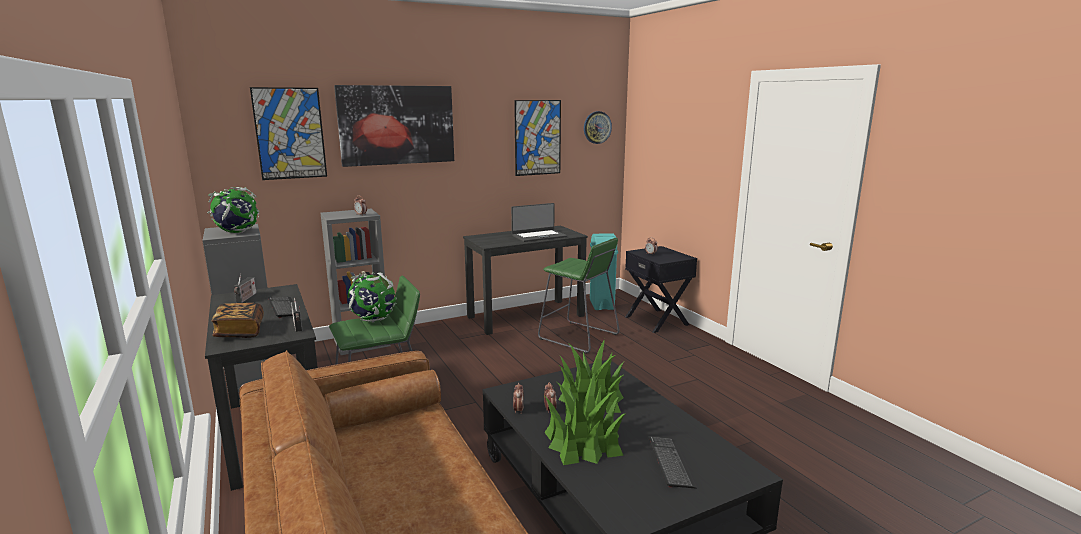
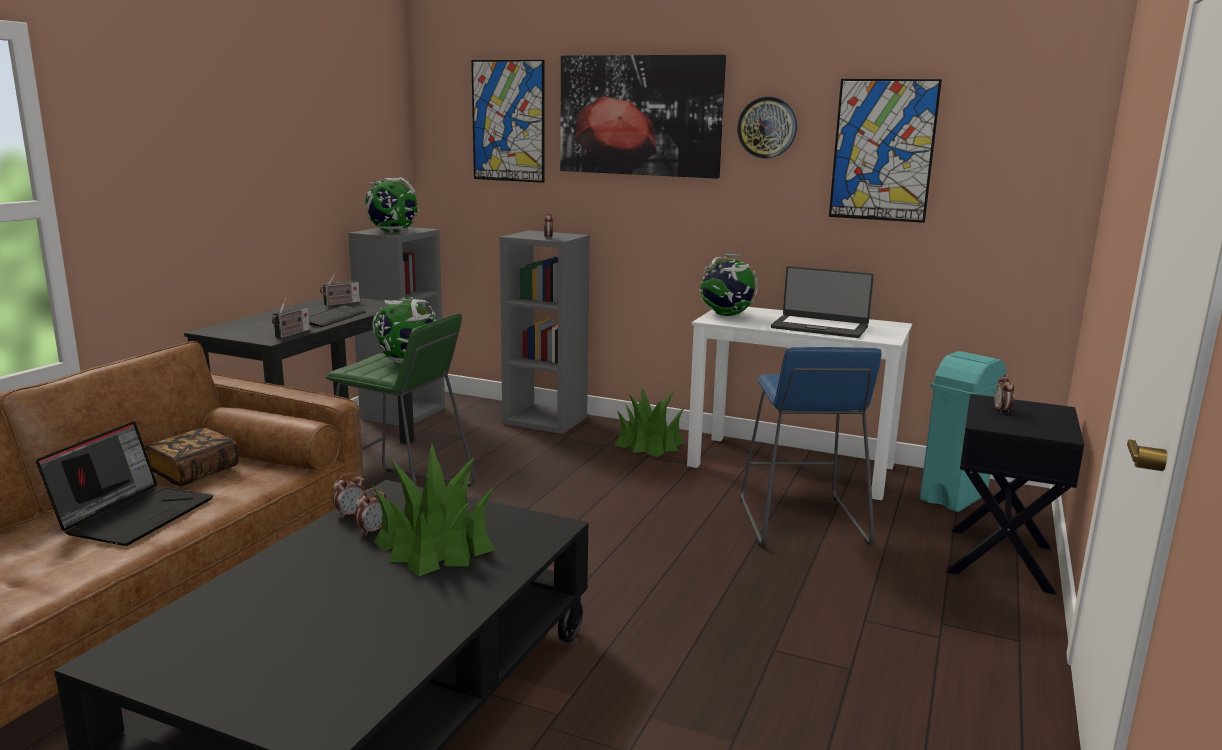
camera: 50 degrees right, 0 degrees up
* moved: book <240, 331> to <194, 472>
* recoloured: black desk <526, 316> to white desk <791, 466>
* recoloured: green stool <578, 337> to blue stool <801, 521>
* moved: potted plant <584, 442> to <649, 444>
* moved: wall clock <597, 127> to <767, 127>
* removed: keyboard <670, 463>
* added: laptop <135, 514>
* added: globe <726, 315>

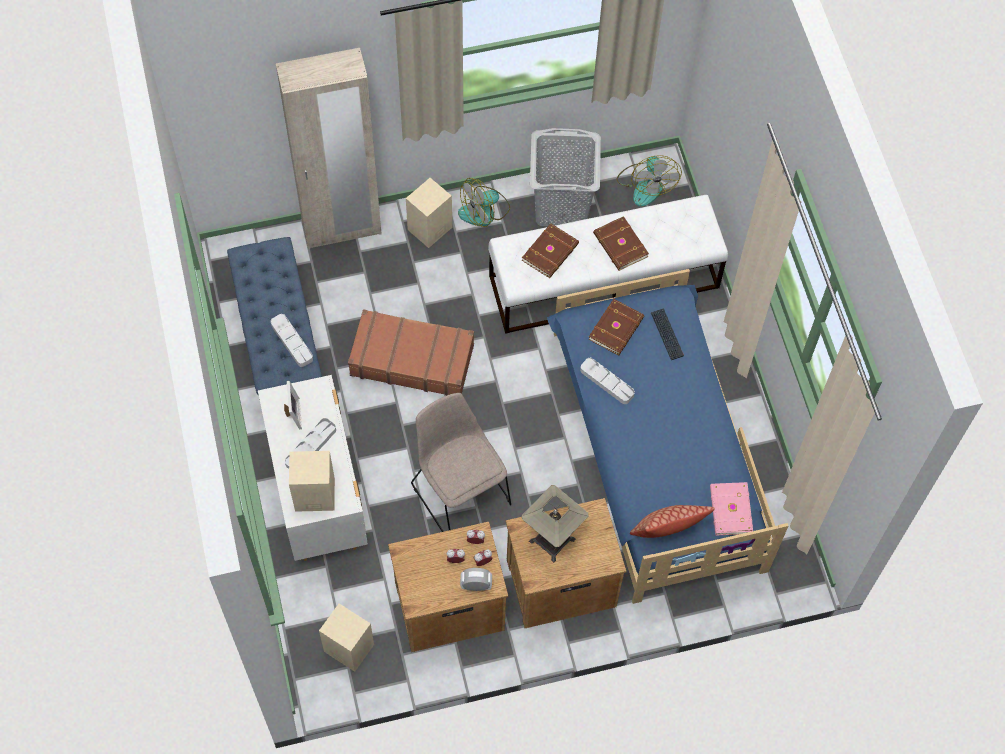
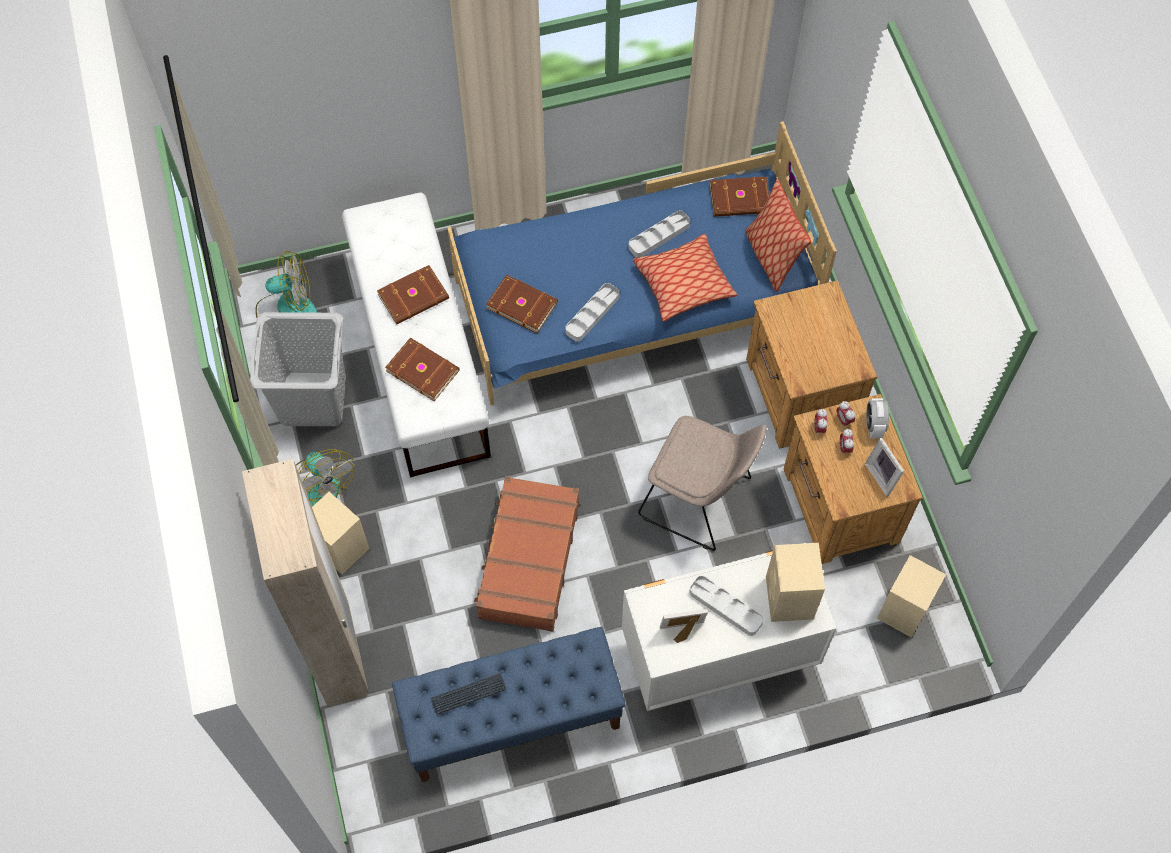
camera: 90 degrees left, 0 degrees up
* moved: grey tray <292, 342> to <659, 236>
* turned: beige chair <459, 490> = <698, 500> 120 degrees counterclockwise
* removed: table lamp <552, 540>
* moved: keyboard <667, 334> to <469, 694>
* recoloured: pink book <729, 510> to brown book <740, 200>
* added: pillow <683, 284>
* added: picture frame <883, 476>

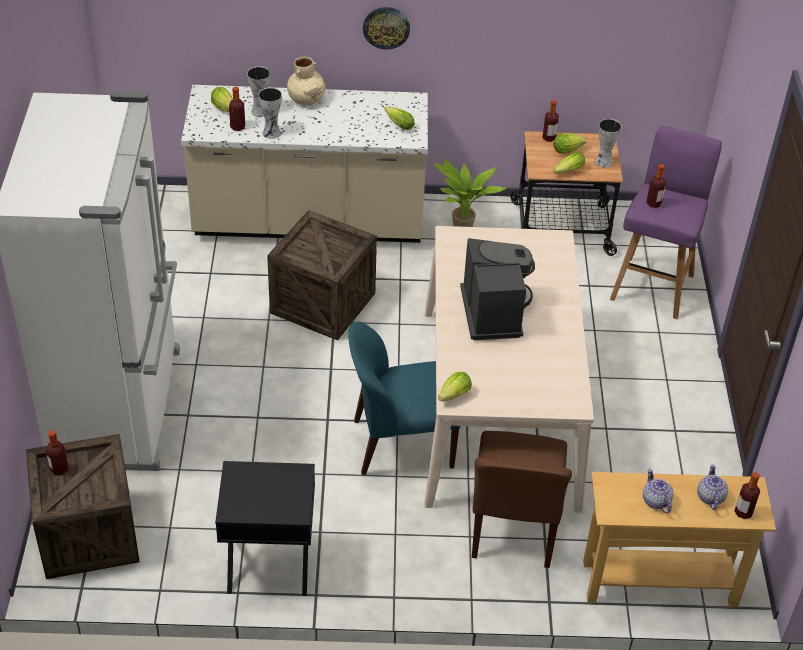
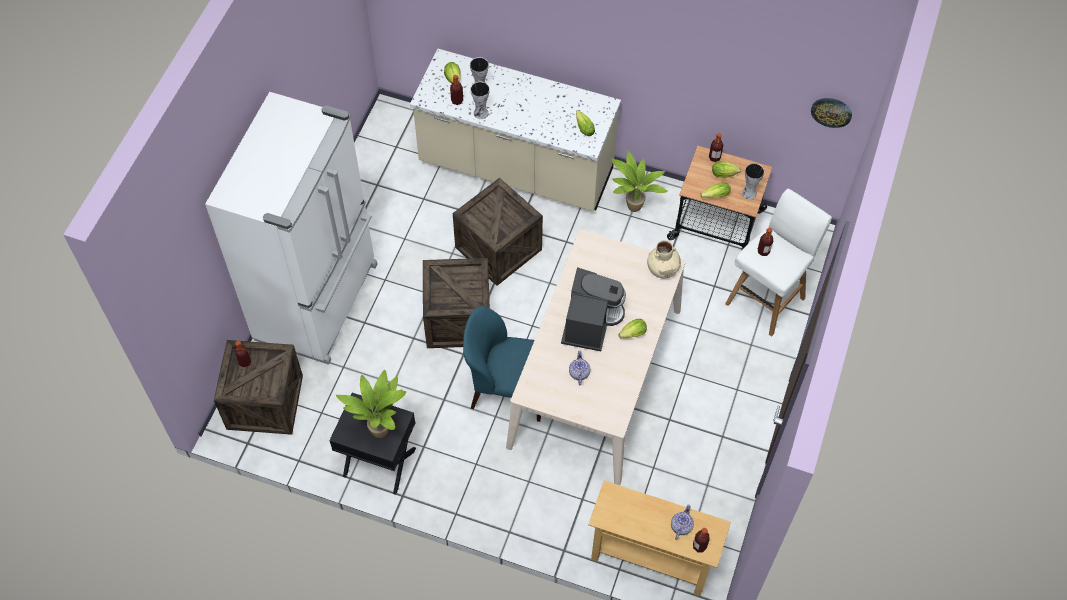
camera: 20 degrees right, 15 degrees up
* moved: beige vase <306, 100> to <663, 269>
* moved: wall clock <386, 27> to <831, 111>
* moved: lettuce <452, 396> to <631, 334>
* removed: brown chair <513, 526>
* recoloured: purple stool <653, 286> to white stool <766, 299>
* moved: teapot <655, 501> to <579, 373>
* added: potted plant <381, 429>
* added: crate <458, 319>

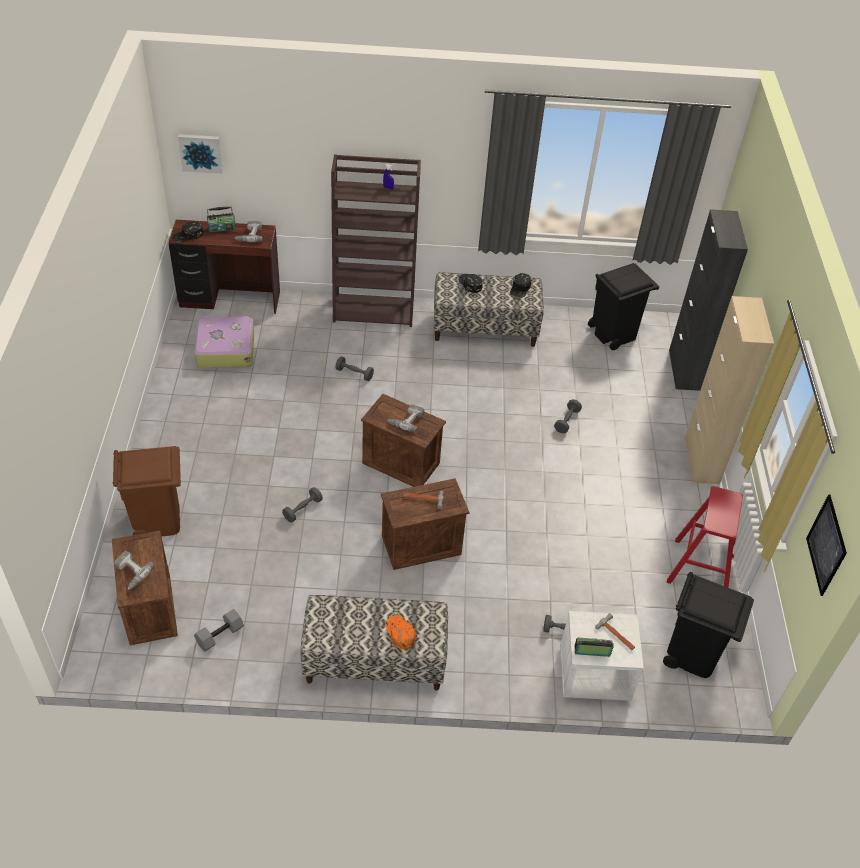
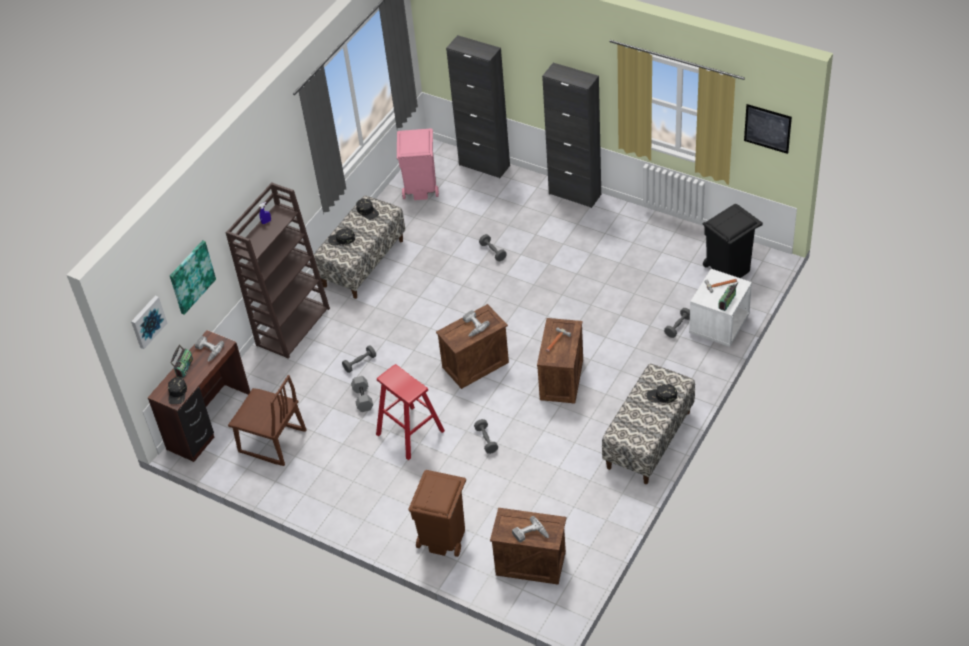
camera: 55 degrees left, 0 degrees up
* replaced: suitcase <225, 349> to brown chair <272, 442>
* moved: grey dumbbell <220, 634> to <362, 398>
* recoloured: orange cap <400, 633> to black cap <661, 396>
* recoloured: black trash can <613, 333> to pink trash can <420, 188>
* moved: red stool <700, 568> to <410, 433>
* recoloured: beige cabinet <701, 460> to black cabinet <575, 194>
* added: picture <191, 276>

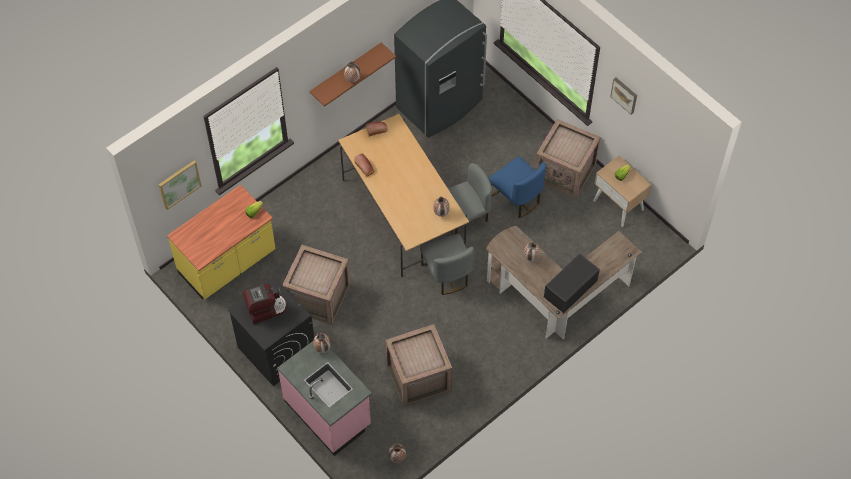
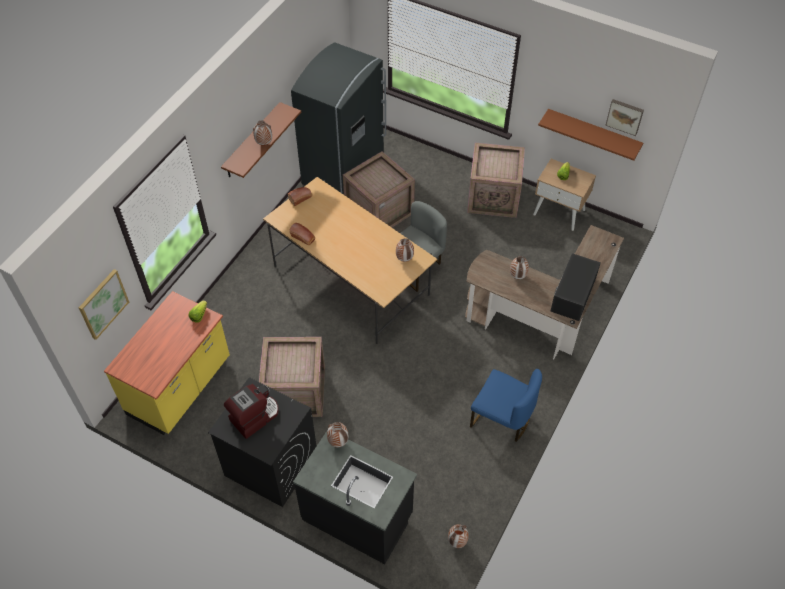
camera: 20 degrees left, 5 degrees down
* recoloured: pink counter <328, 413> to black counter <358, 516>
* moved: crate <418, 377> to <379, 212>
* removed: grey chair <447, 274>
* moved: blue chair <516, 198> to <502, 419>
* moved: picture <624, 95> to <625, 116>
* added: brown shelf <593, 133>

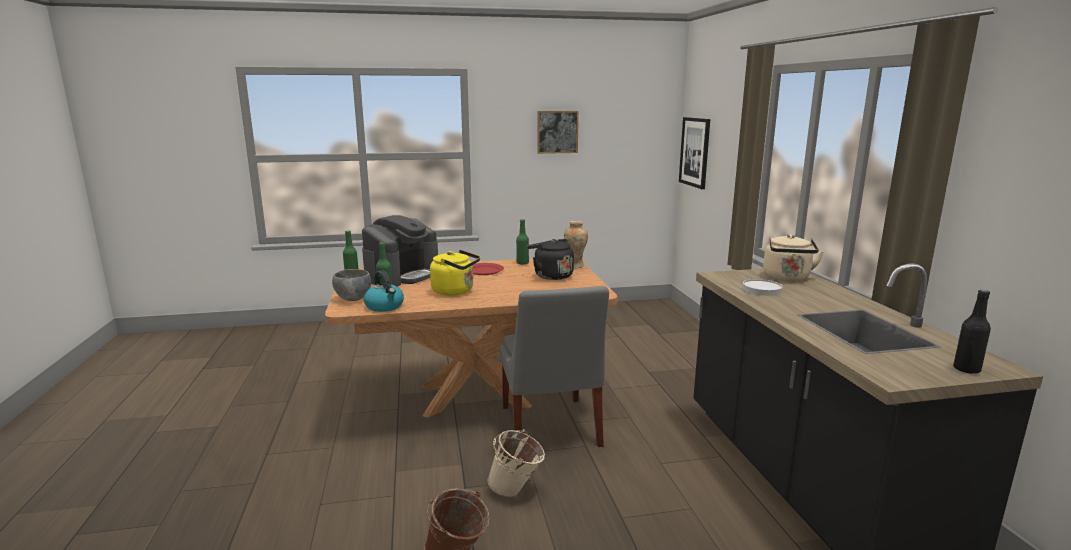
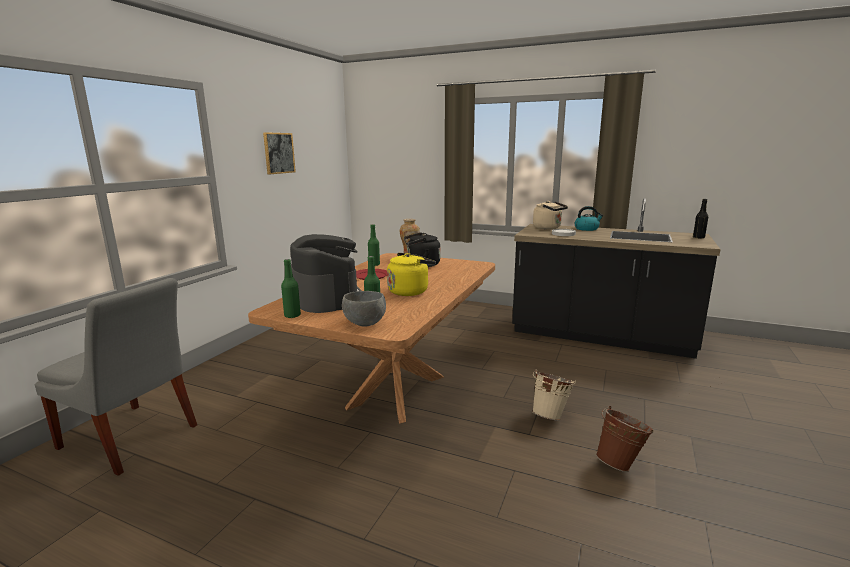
camera: 55 degrees left, 0 degrees up
* moved: kettle <385, 306> to <587, 229>
* moved: grey chair <549, 428> to <131, 438>
* removed: picture <695, 152>

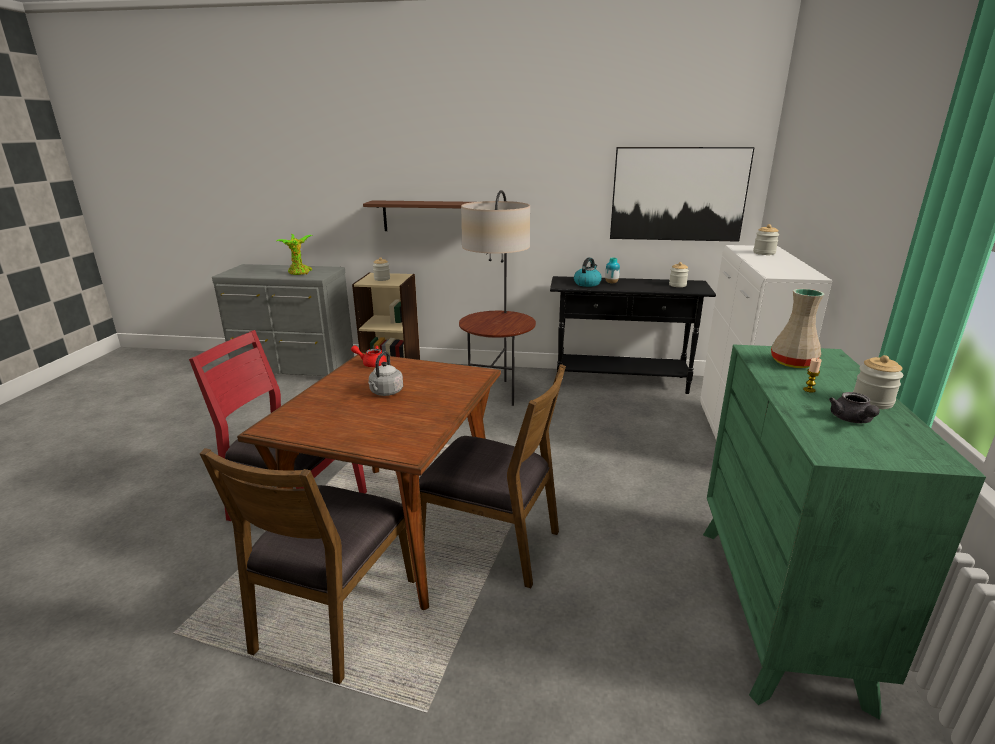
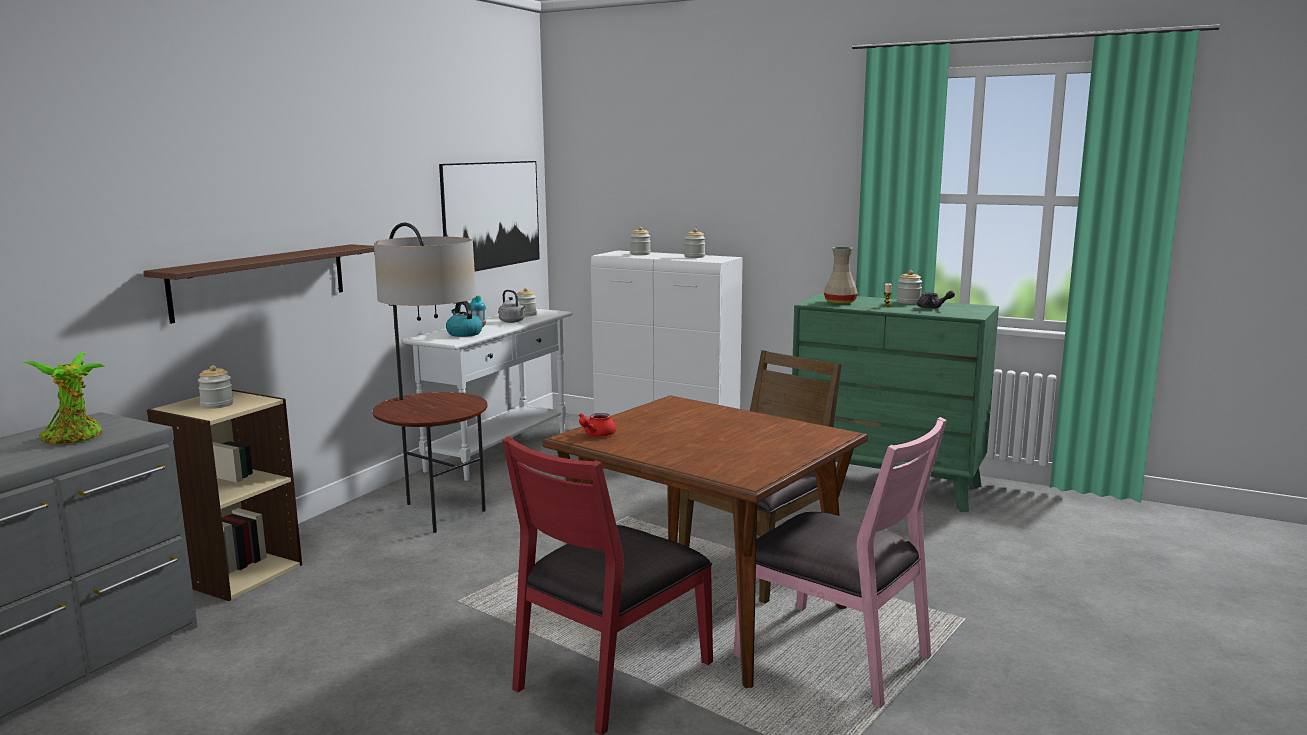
camera: 70 degrees left, 10 degrees down
* recoloured: brown chair <334, 614> to pink chair <835, 655>
* moved: grey kettle <385, 392> to <513, 321>
* recoloured: black console table <621, 382> to white console table <499, 451>
* added: jar <694, 257>

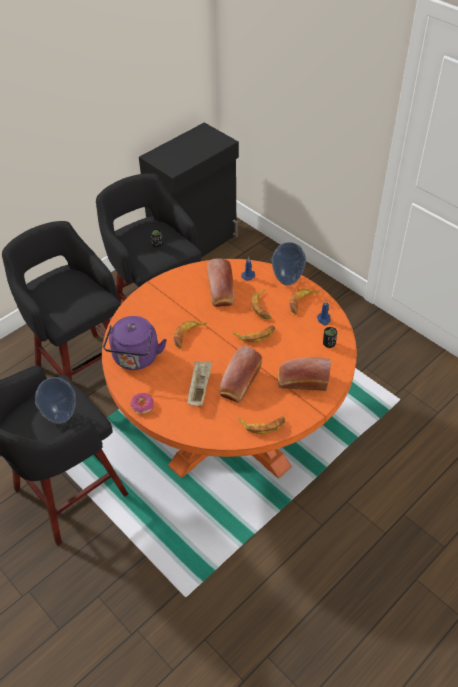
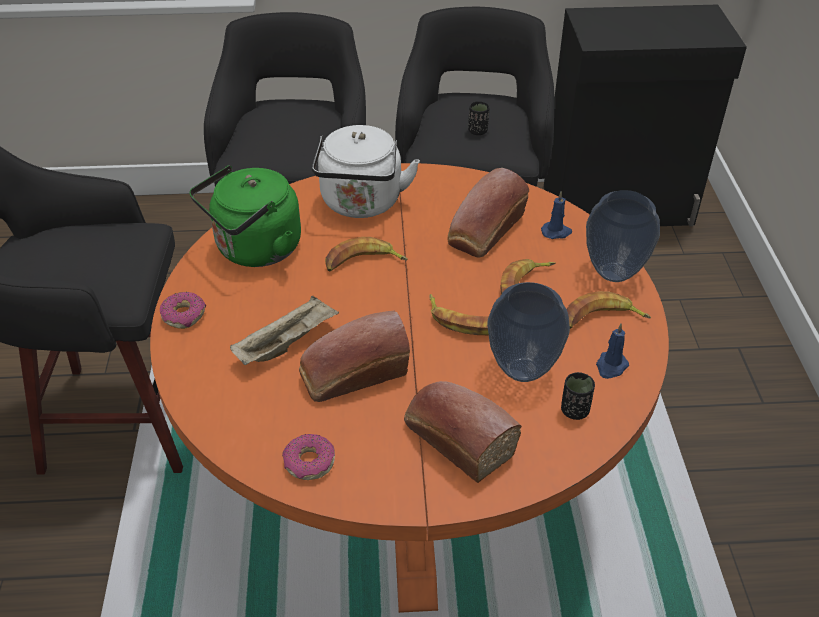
camera: 40 degrees right, 5 degrees down
* moved: vase <61, 417> to <522, 371>
* recoloured: purple kettle <135, 359> to green kettle <255, 250>
* replaced: banana <263, 425> to donut <309, 463>
* added: white kettle <361, 204>

